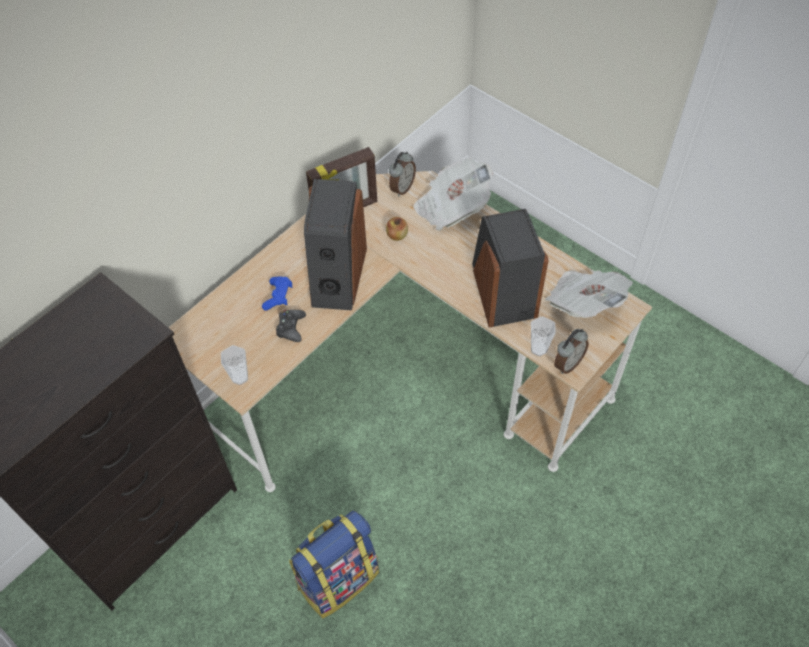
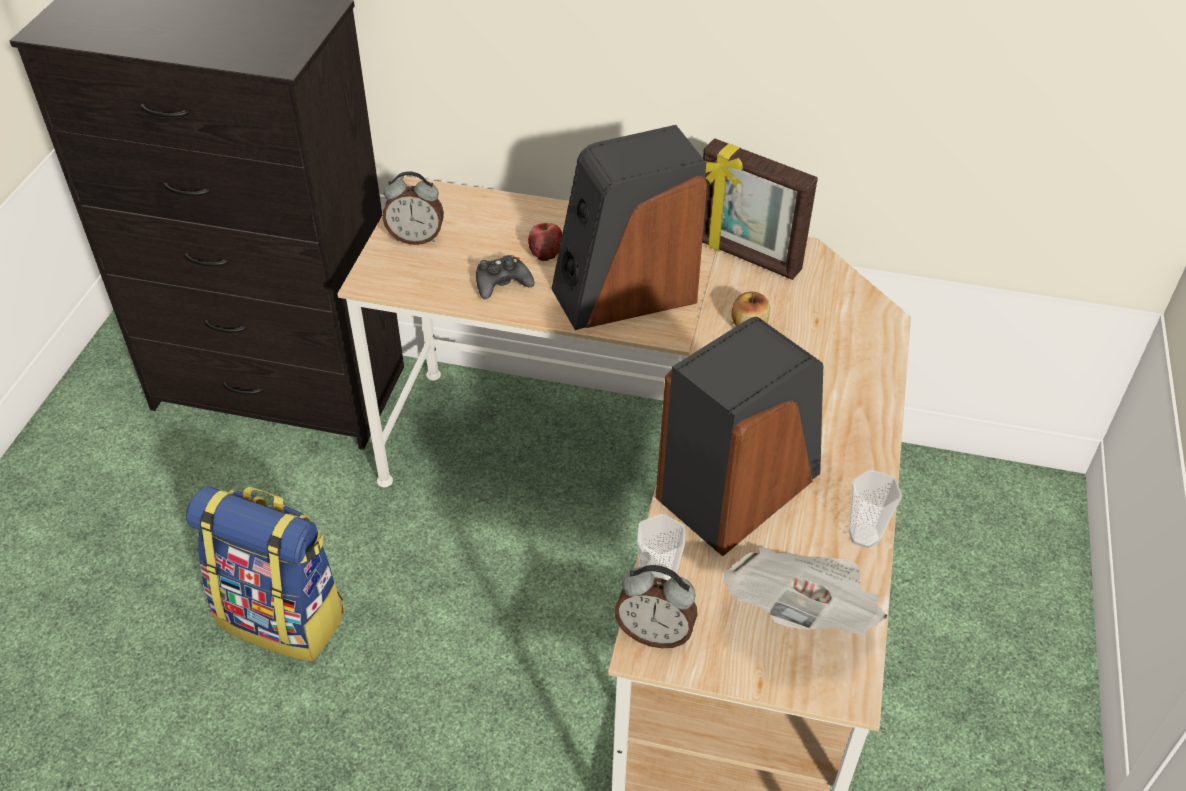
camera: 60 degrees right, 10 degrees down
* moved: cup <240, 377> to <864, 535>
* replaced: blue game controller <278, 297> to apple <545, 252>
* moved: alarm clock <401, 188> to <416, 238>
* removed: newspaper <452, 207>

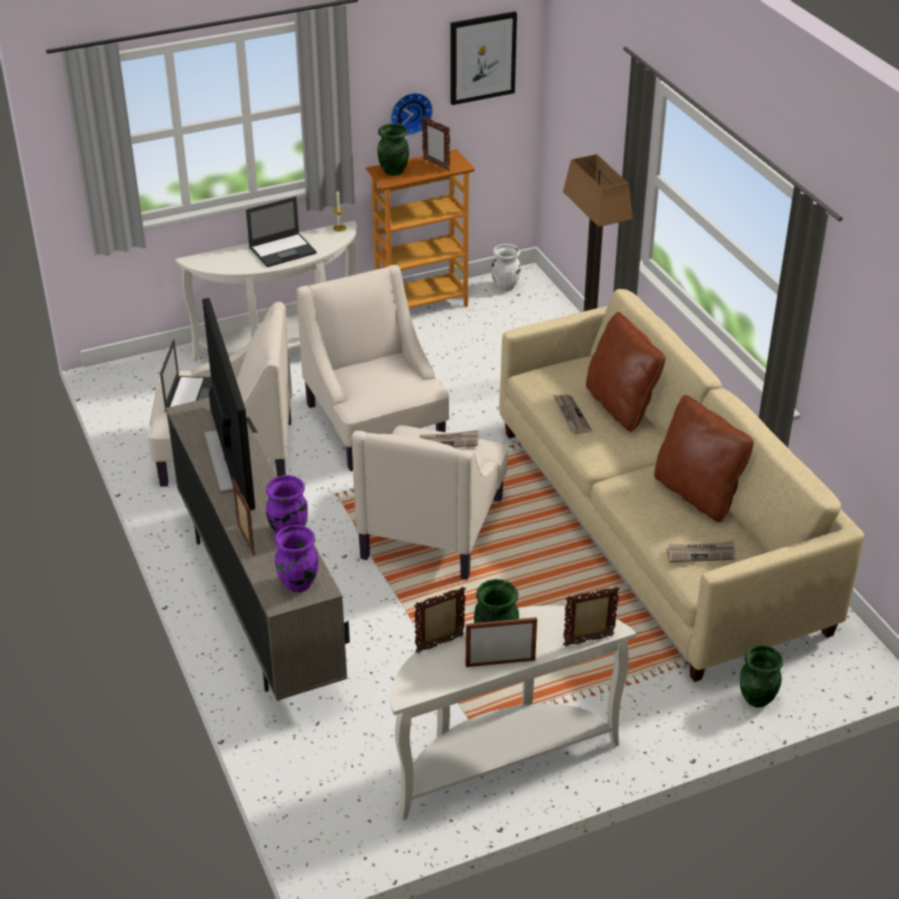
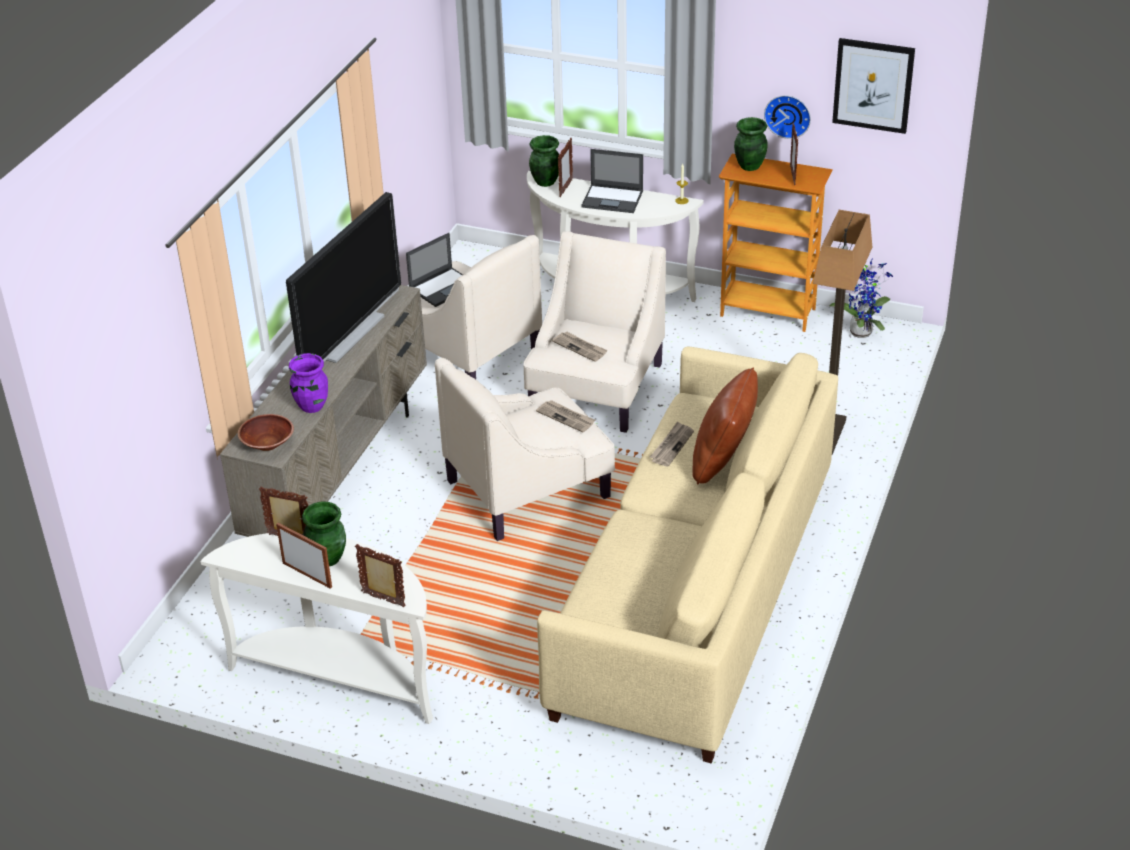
camera: 45 degrees right, 0 degrees up
* moved: picture frame <245, 541> to <565, 188>
* replaced: purple vase <299, 584> to brown bowl <267, 444>
* replaced: white vase <505, 286> to potted plant <862, 331>
* removed: brown pillow <697, 494>
* moved: newspaper <701, 553> to <580, 347>
* moved: green vase <757, 699> to <545, 182>

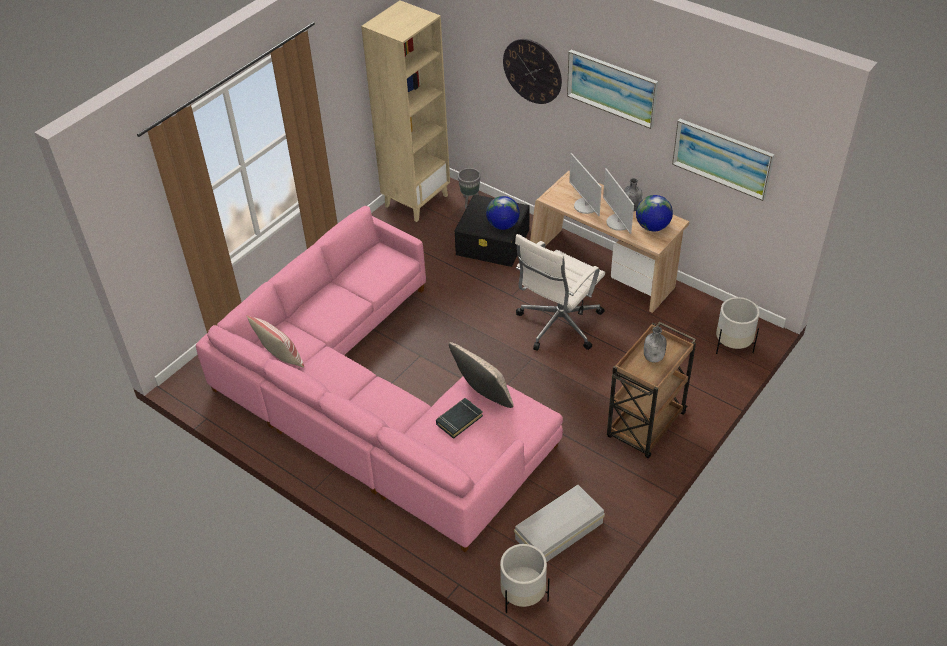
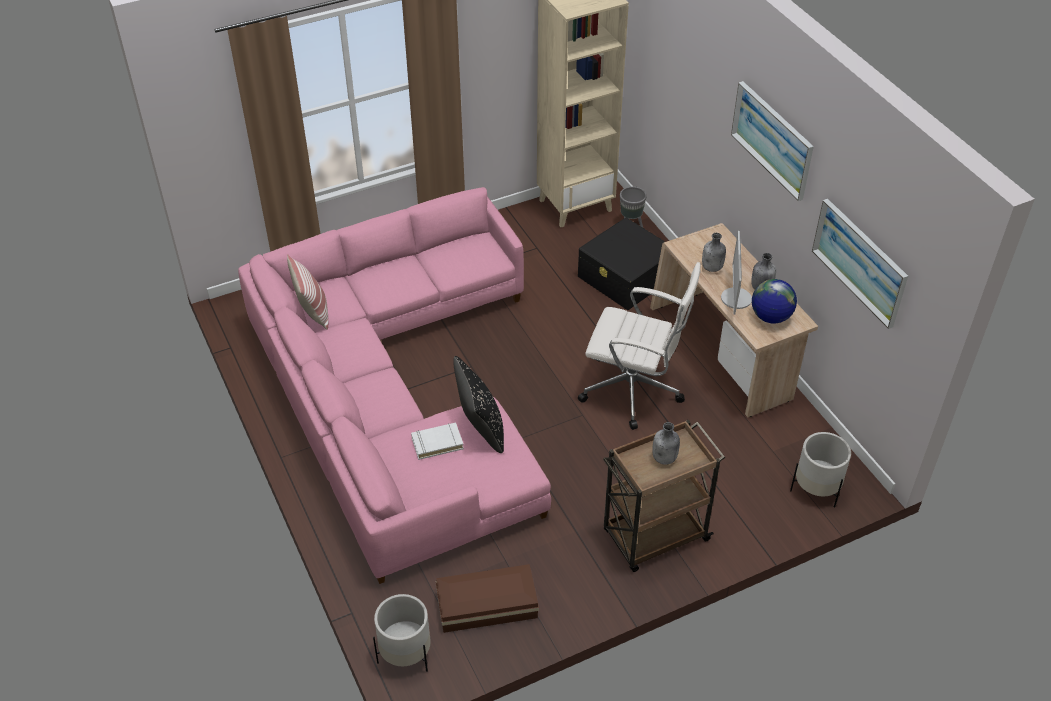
camera: 25 degrees right, 0 degrees up
* recoloured: black book <459, 420> to white book <437, 443>
* recoloured: beige pillow <483, 395> to black pillow <481, 428>
* removed: globe <502, 225>
* removed: wall clock <532, 71>
* recoloured: white storage box <560, 531> to brown storage box <489, 606>
* turned: white office chair <557, 325> = <634, 390> 135 degrees counterclockwise
* replaced: monitor <586, 206> to grey bottle <712, 268>

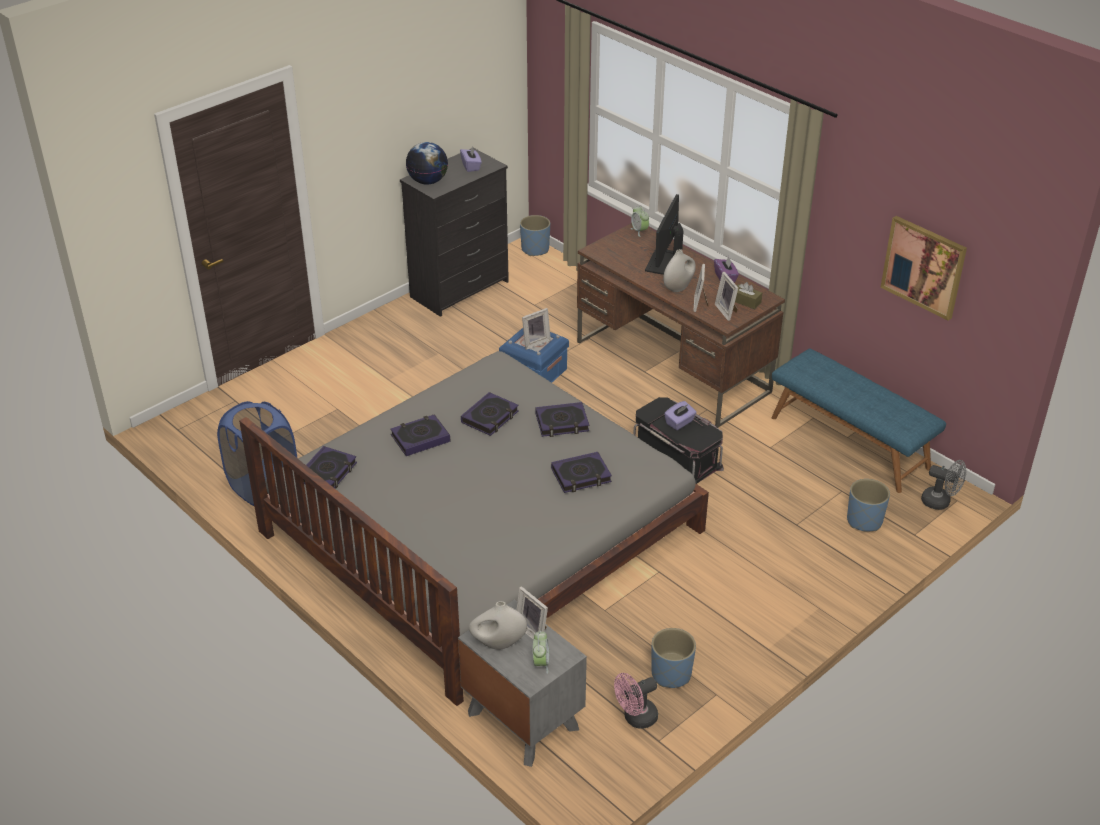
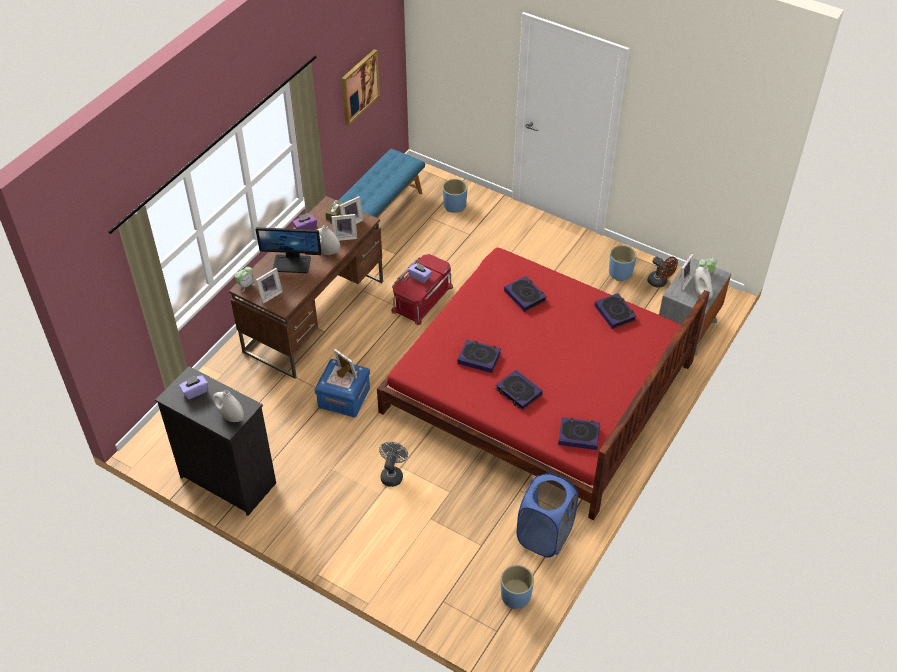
camera: 105 degrees left, 10 degrees up
* recoloured: grey bed <481, 531> to red bed <539, 386>
* replaced: globe <428, 181> to white vase <230, 416>
* moved: blue planter <535, 249> to <515, 596>
* moved: book <562, 423> to <615, 313>
* recoloured: pink fan <635, 718> to brown fan <660, 282>
* recoloured: black storage box <677, 456> to red storage box <421, 298>
* moved: grey fan <940, 502> to <392, 474>
* added: picture frame <269, 295>

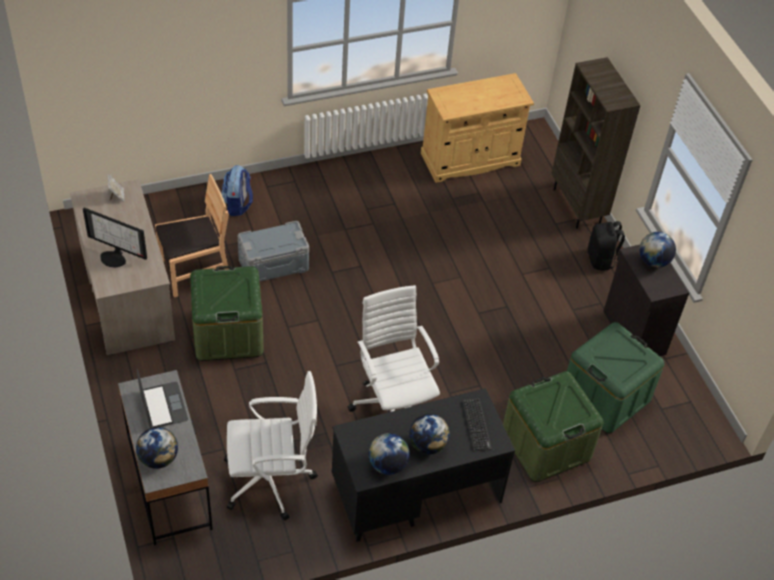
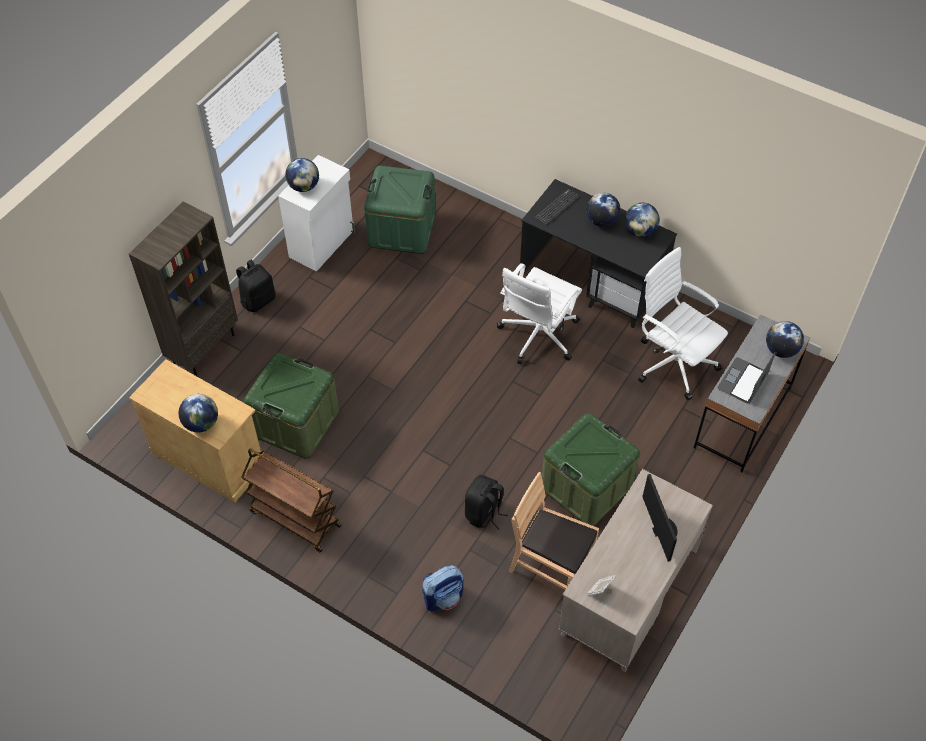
camera: 125 degrees left, 5 degrees up
* replaced: grey storage box <273, 264> to black backpack <484, 513>
* moved: green storage box <545, 445> to <296, 423>
* recoloured: black cabinet <633, 333> to white cabinet <322, 244>
* added: globe <201, 423>
* added: brown cart <294, 519>

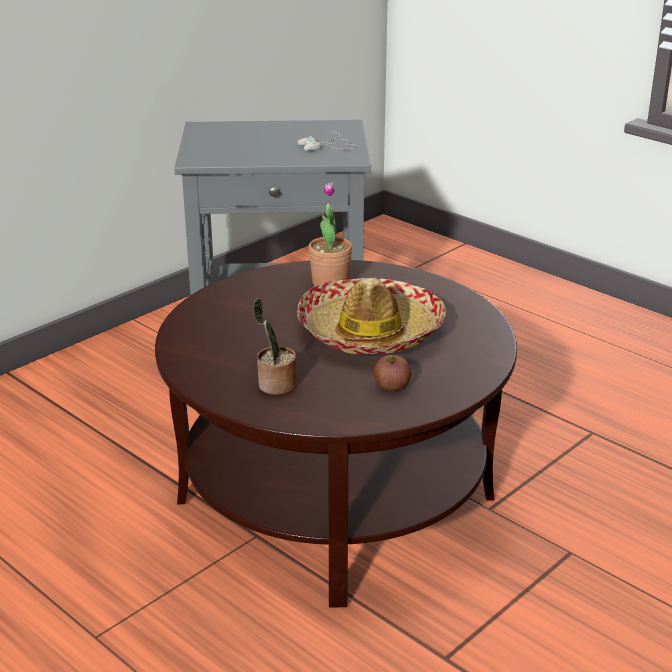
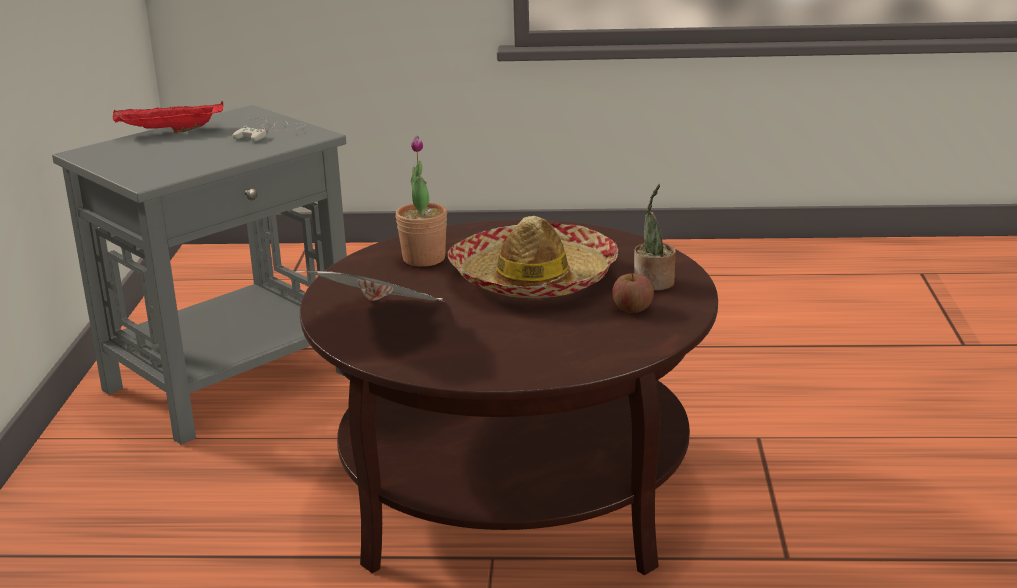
camera: 40 degrees left, 5 degrees down
* moved: potted plant <275, 386> to <654, 284>
* added: red tray <169, 132>
* added: newspaper <381, 324>

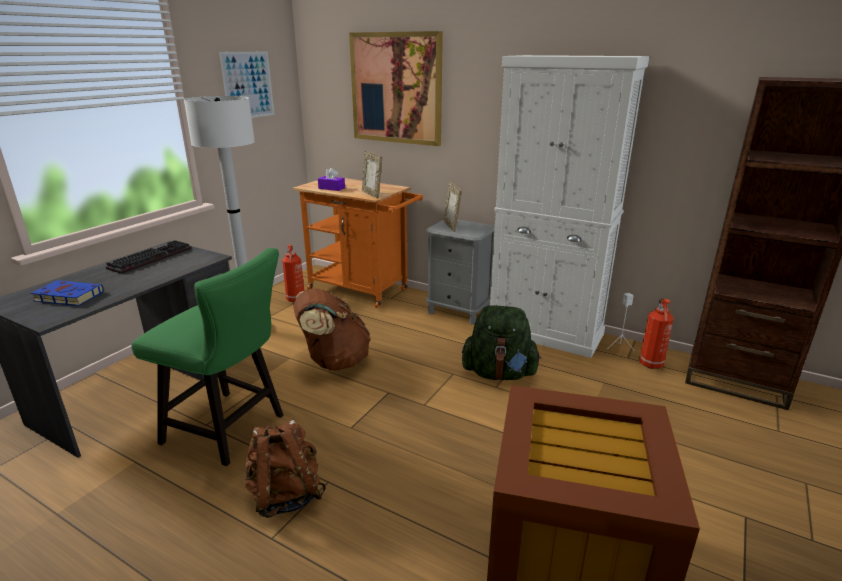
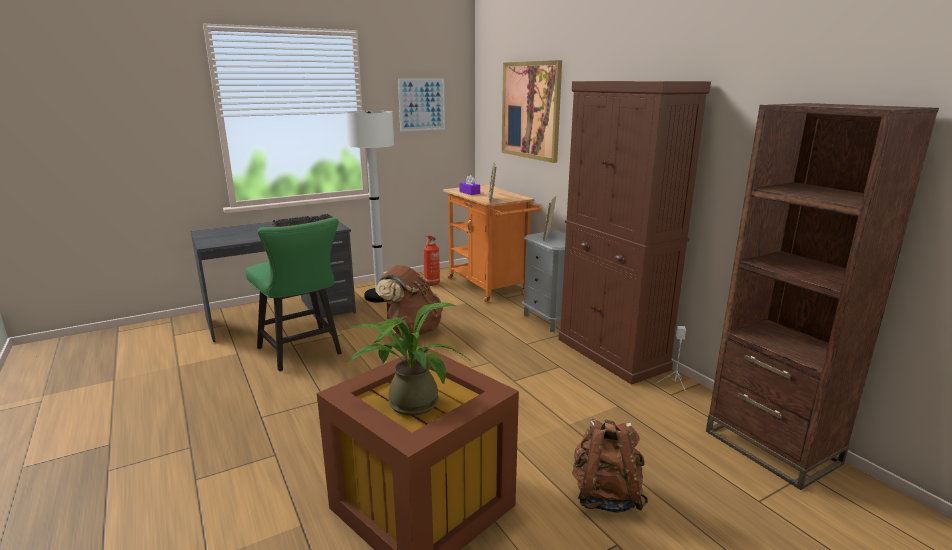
camera: 30 degrees right, 5 degrees down
* removed: blue book <67, 296>
* moved: brown backpack <285, 496> to <605, 496>
* removed: green backpack <499, 373>
* recoloured: white cabinet <545, 332> to brown cabinet <612, 354>
* removed: fire extinguisher <651, 365>
* added: potted plant <408, 401>

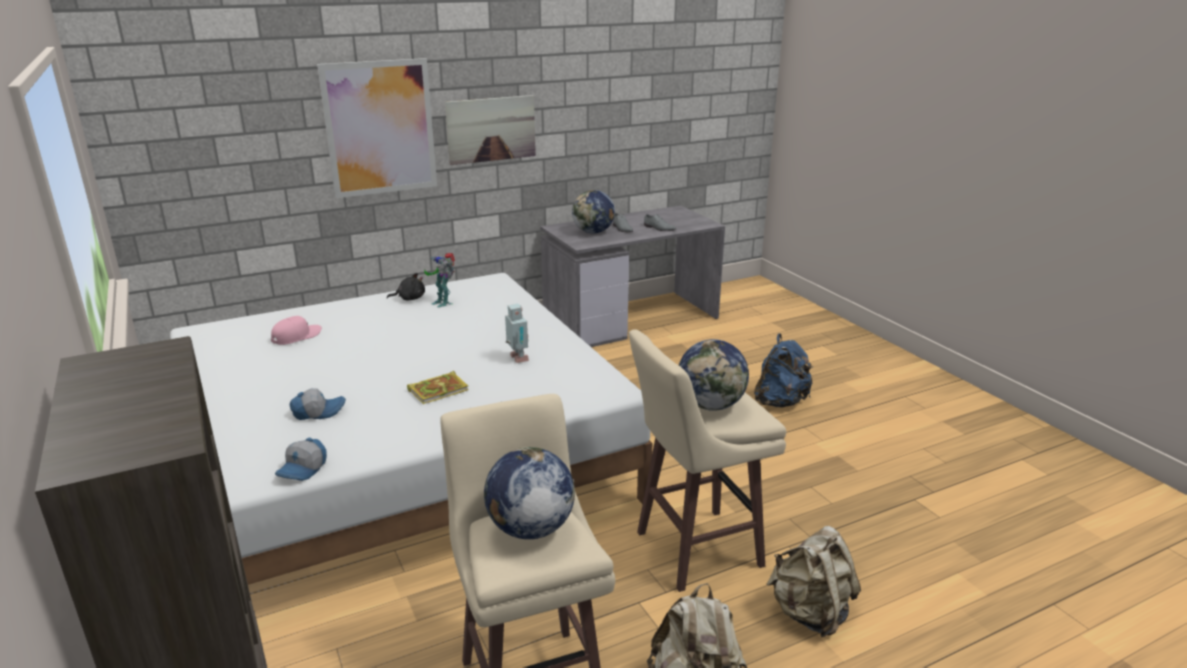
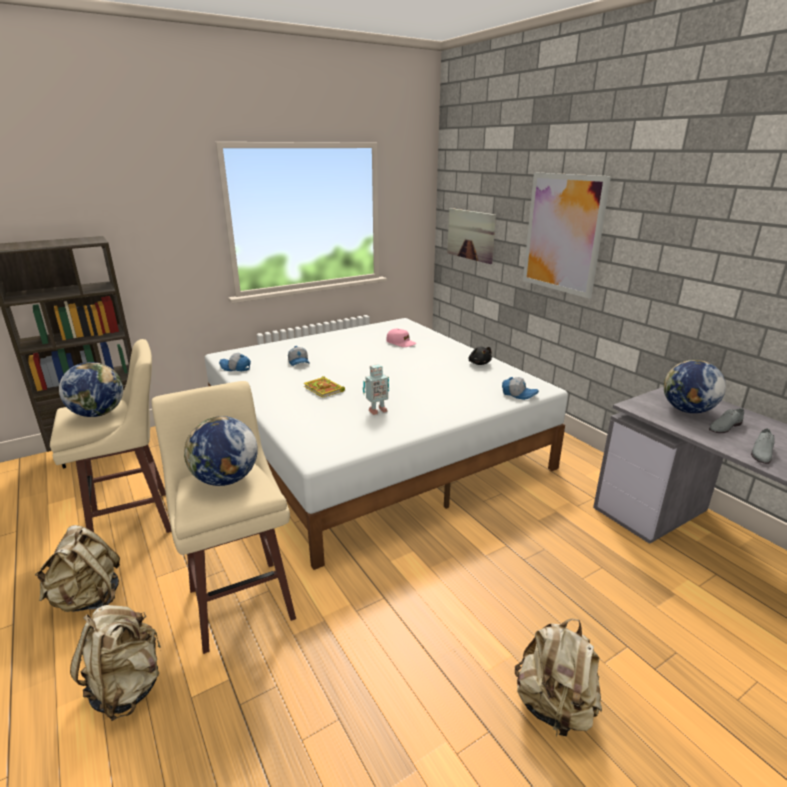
camera: 85 degrees right, 0 degrees up
* removed: toy robot <443, 302>
* moved: picture <491, 129> to <470, 235>
* recoloured: blue backpack <780, 402> to beige backpack <554, 706>
* added: cap <519, 394>

